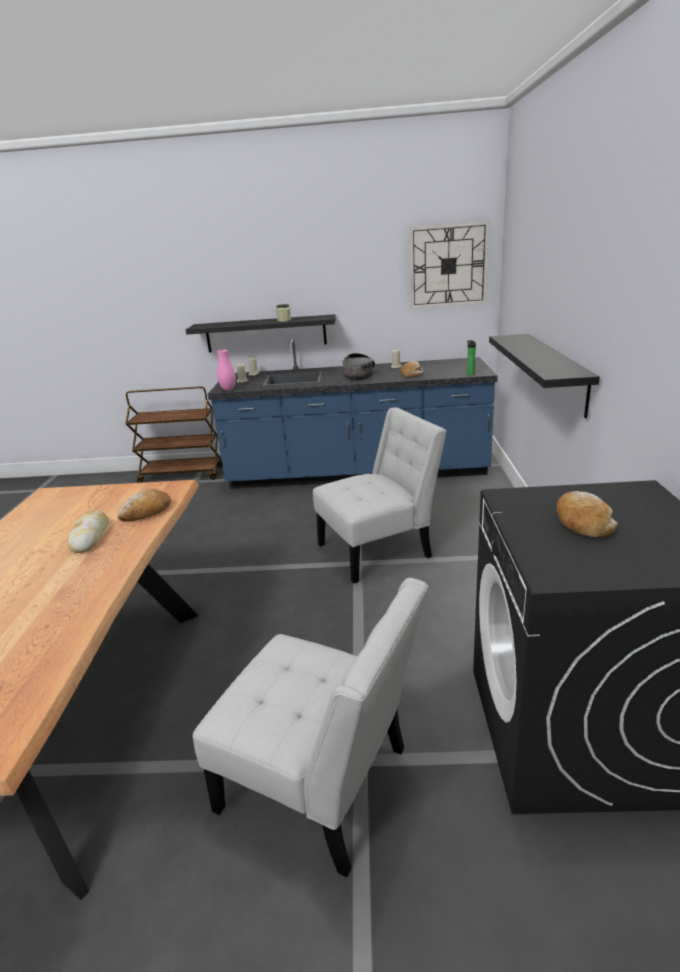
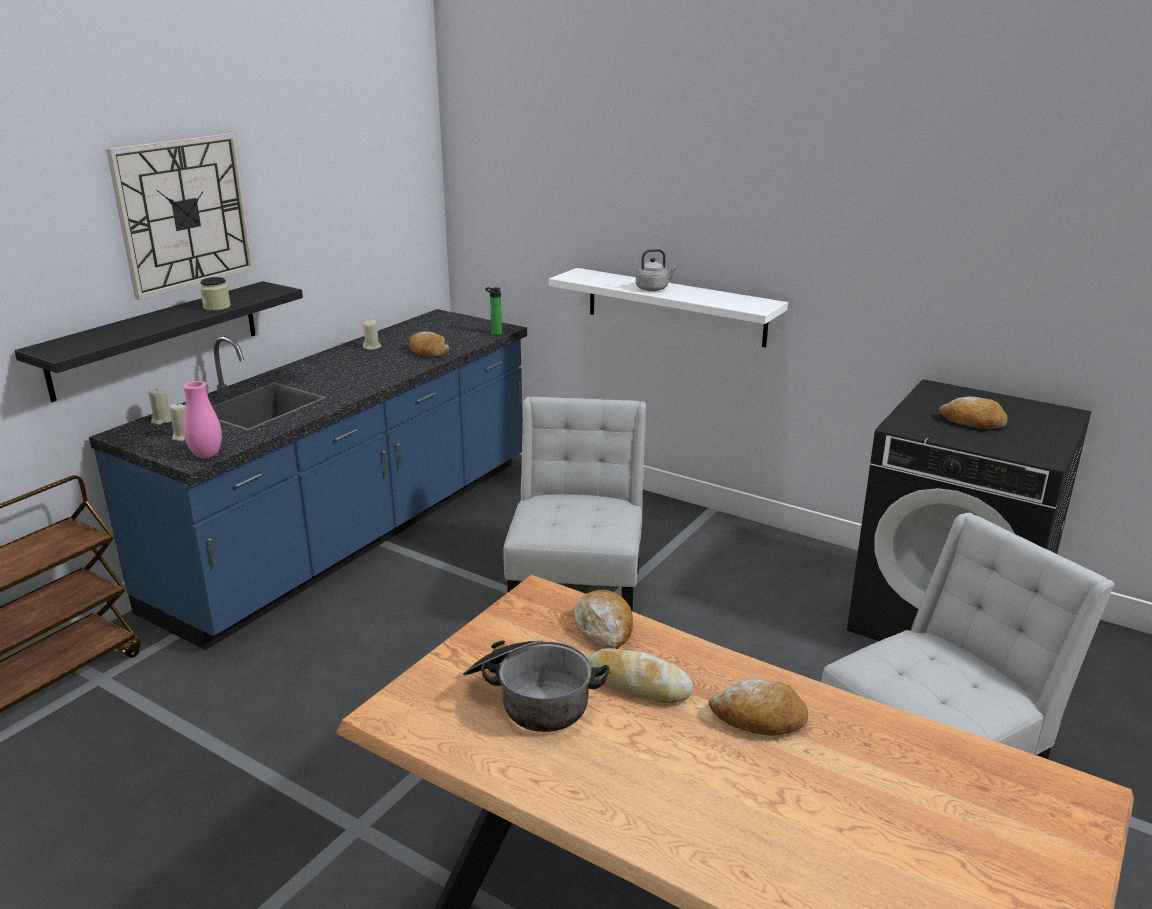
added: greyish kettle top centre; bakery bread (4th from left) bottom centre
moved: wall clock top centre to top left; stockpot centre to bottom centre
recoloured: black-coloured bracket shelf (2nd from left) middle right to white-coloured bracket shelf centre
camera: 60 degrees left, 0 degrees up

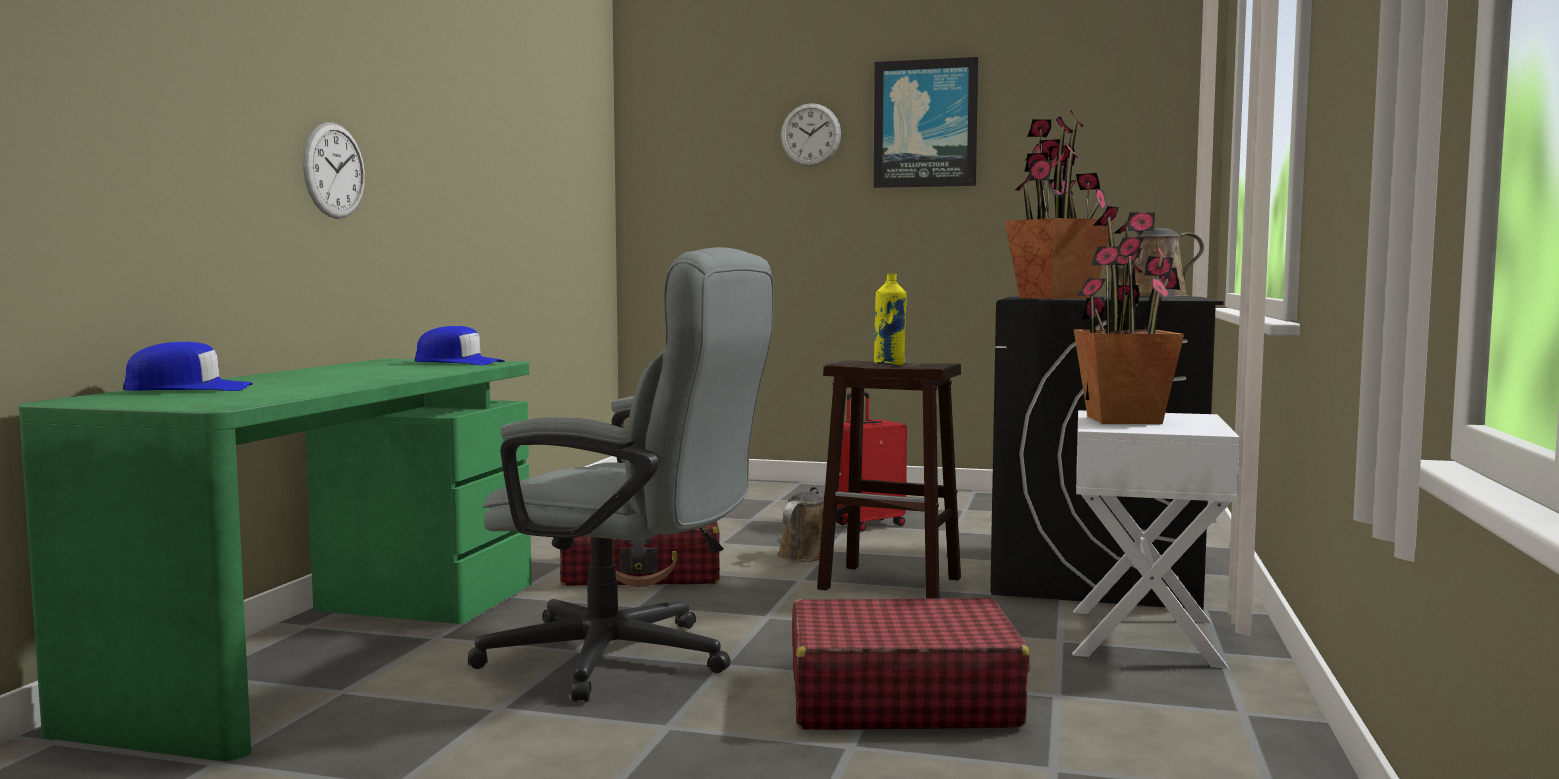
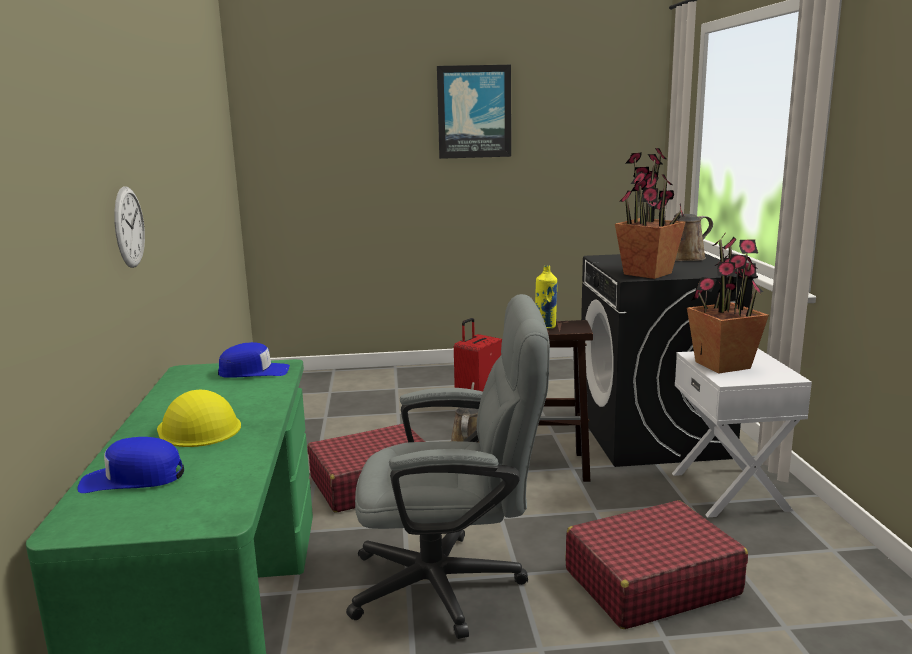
removed: wall clock (2nd from left) top centre
added: yellow safety helmet middle left
turned: blue-coloured cap (1st from left) middle left = bottom left 150 degrees counterclockwise
camera: 20 degrees left, 10 degrees up

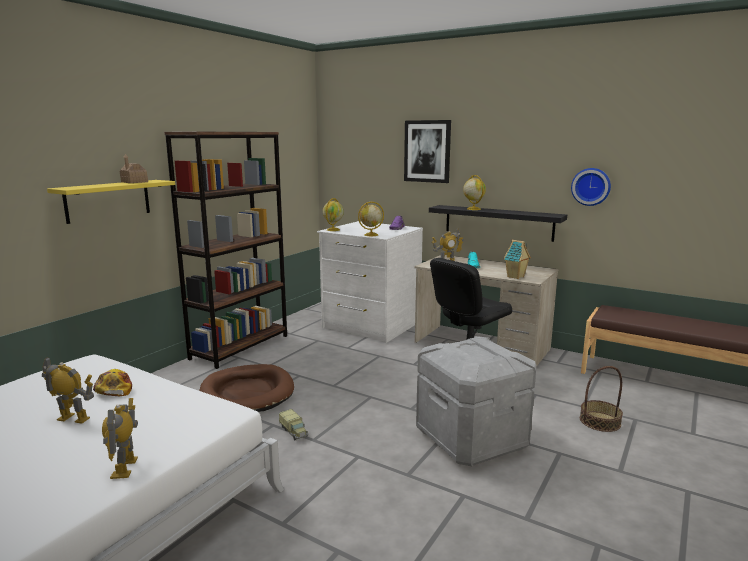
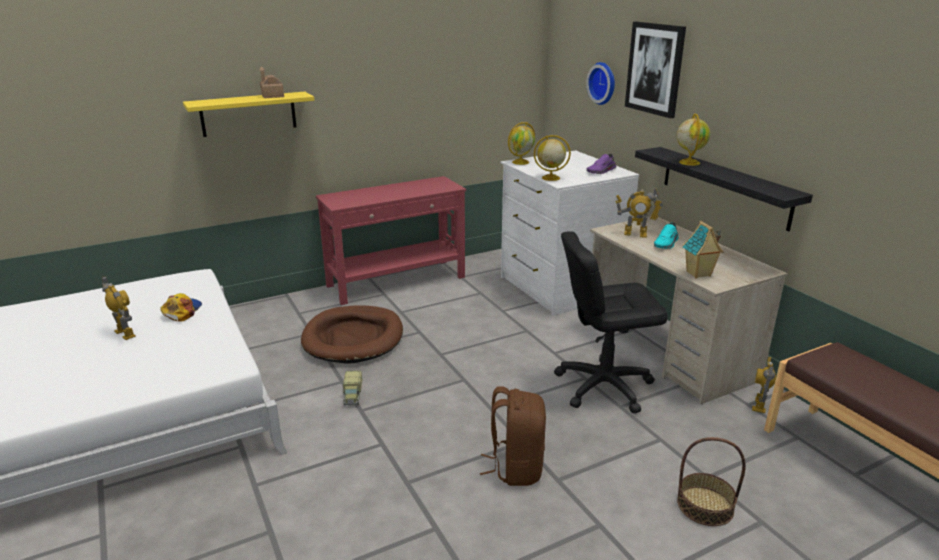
moved: wall clock middle right to top centre; model robot (2nd from left in the first image) bottom left to model robot (3rd from left) bottom right
replaced: brown-coloured shelving unit middle left to reddish narrow table centre; greyish storage box bottom centre to brown-coloured backpack bottom centre
camera: 30 degrees right, 10 degrees up

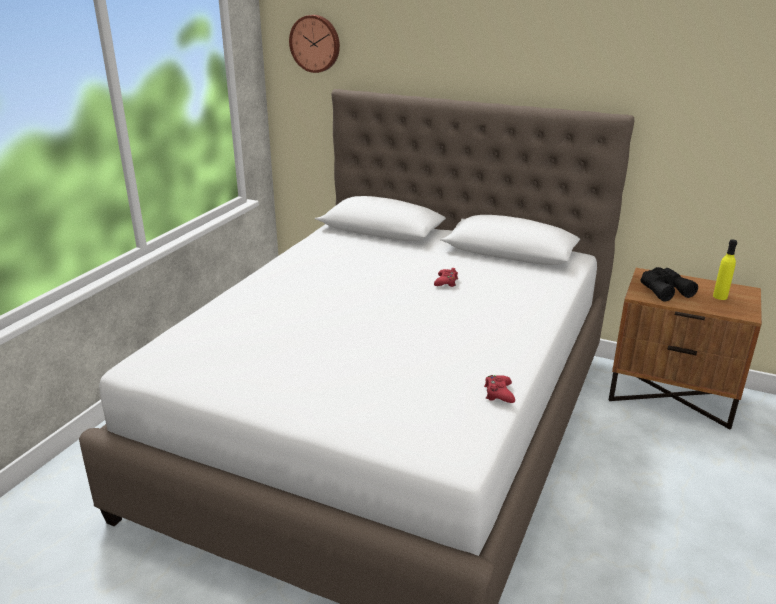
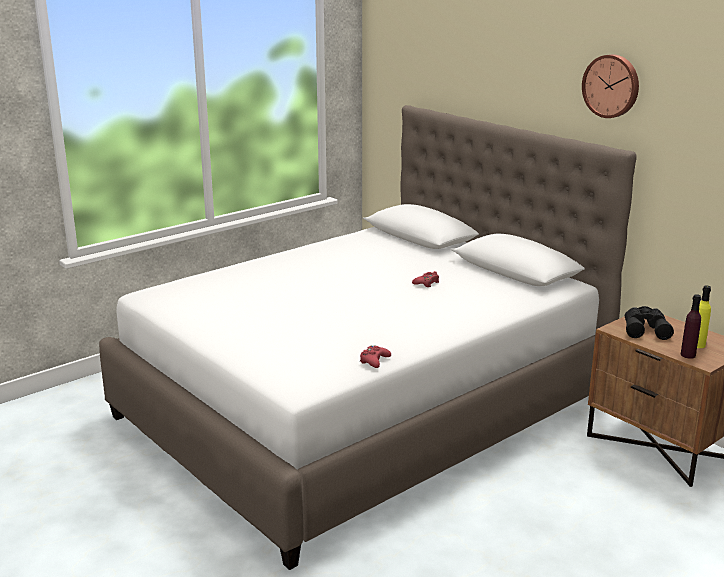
added: purple drink bottle middle right
moved: wall clock top centre to top right
camera: 25 degrees right, 5 degrees down

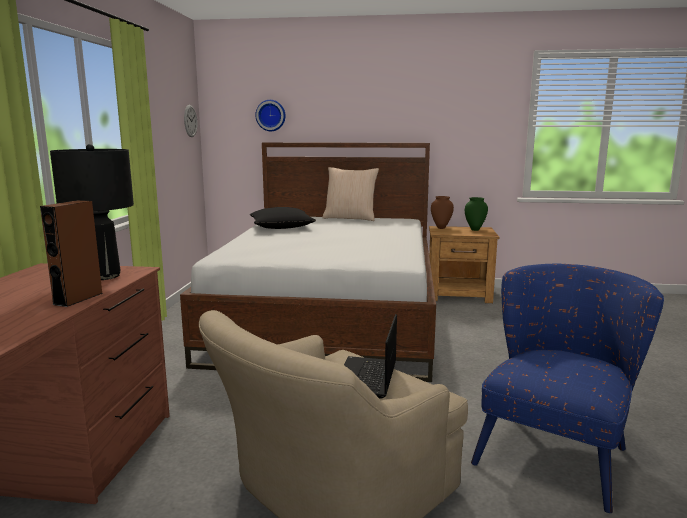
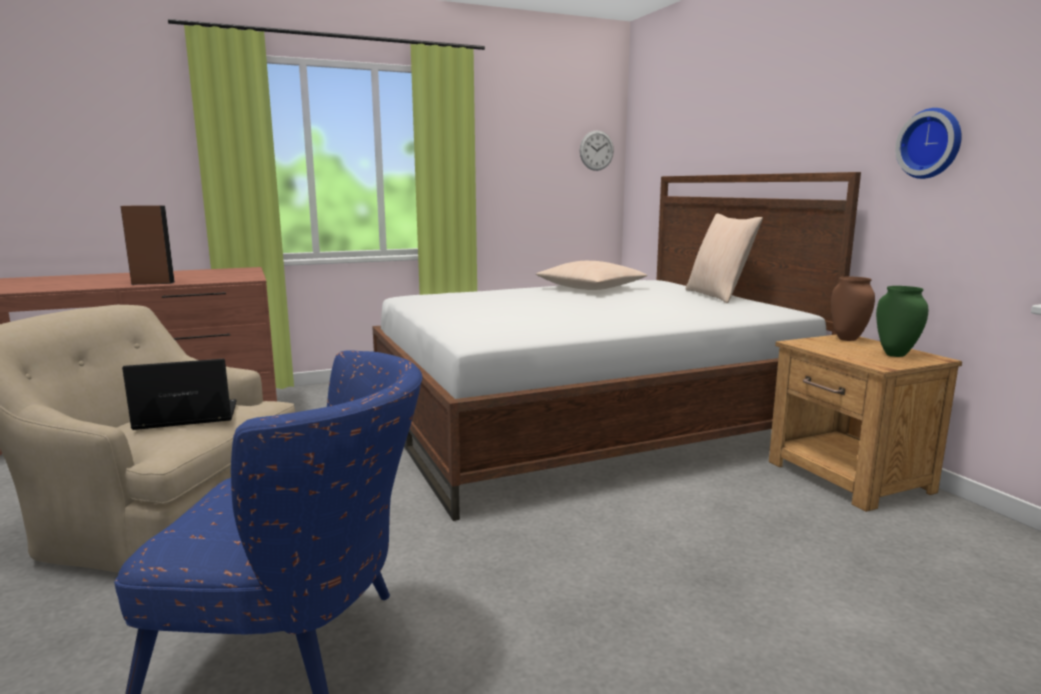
removed: black-coloured tabletop lamp middle left
moved: wall clock (2nd from left) top centre to top right
recoloured: black-coloured throw pillow centre to beige throw pillow (1st from left) centre
camera: 60 degrees right, 0 degrees up

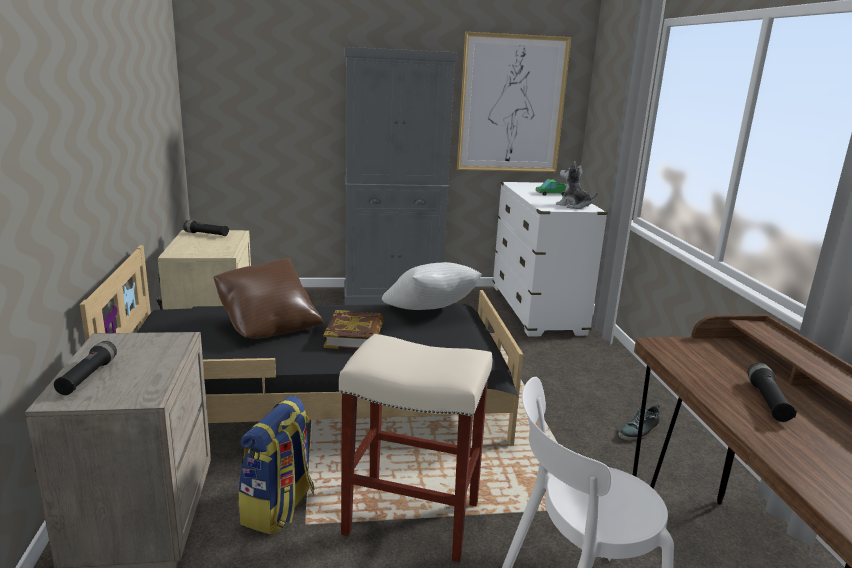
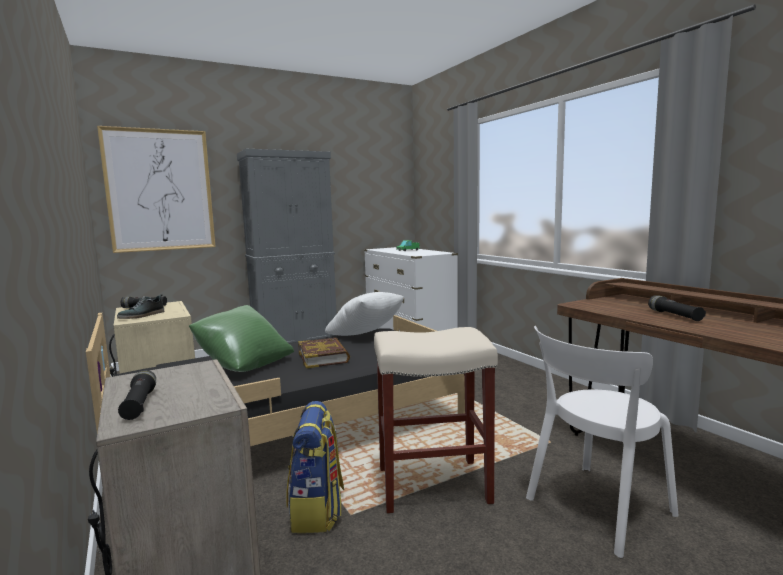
removed: plush toy top right
moved: wall picture top centre to top left; shoe bottom right to middle left
recoloured: brown-coloured throw pillow middle left to greenish throw pillow middle left
camera: 20 degrees left, 10 degrees down

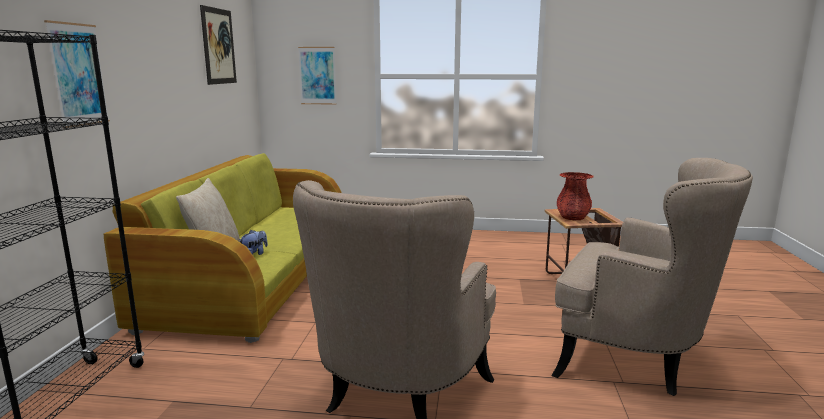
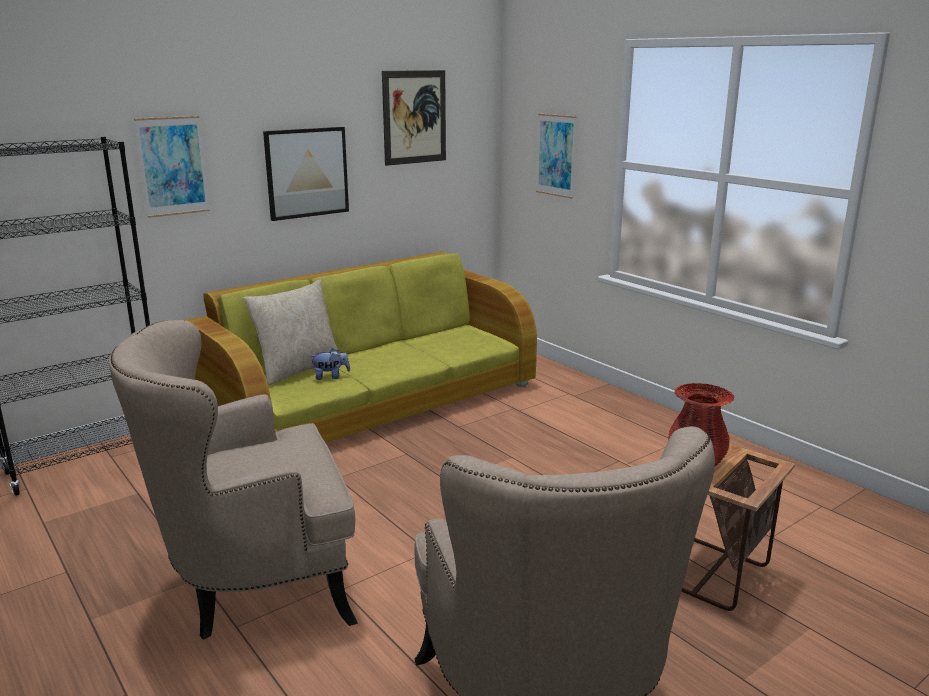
added: wall picture (2nd from left) top left
camera: 45 degrees right, 5 degrees up

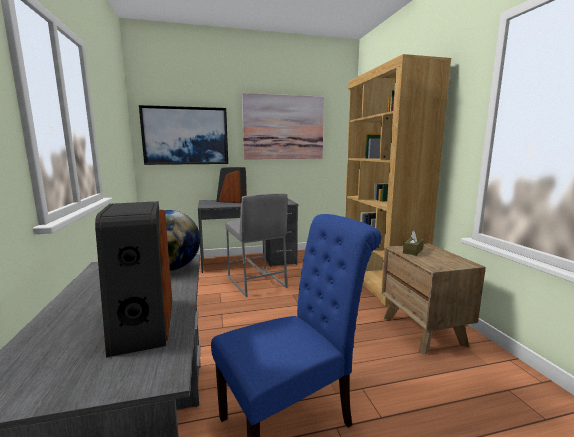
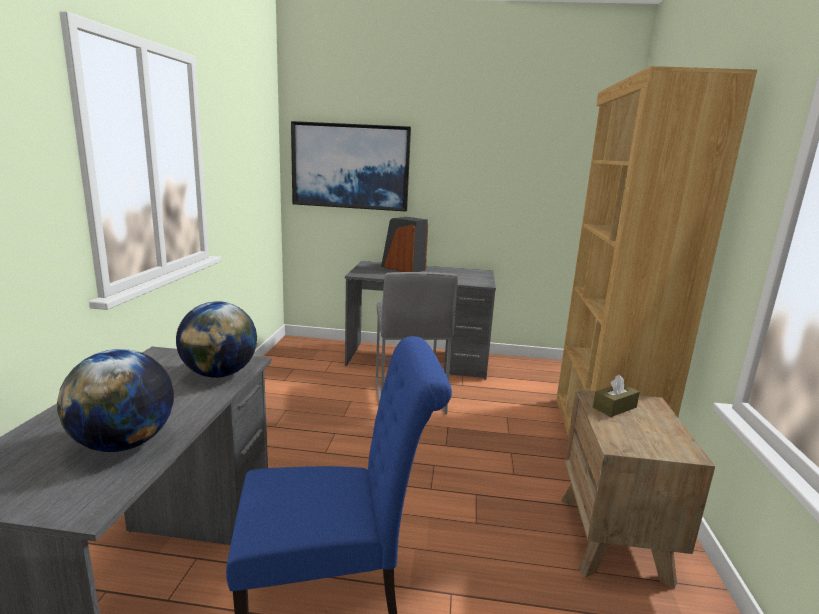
removed: wall picture (2nd from left) top centre
replaced: audio speaker (1st from left) middle left to globe (1st from left) middle left
camera: 20 degrees right, 5 degrees up

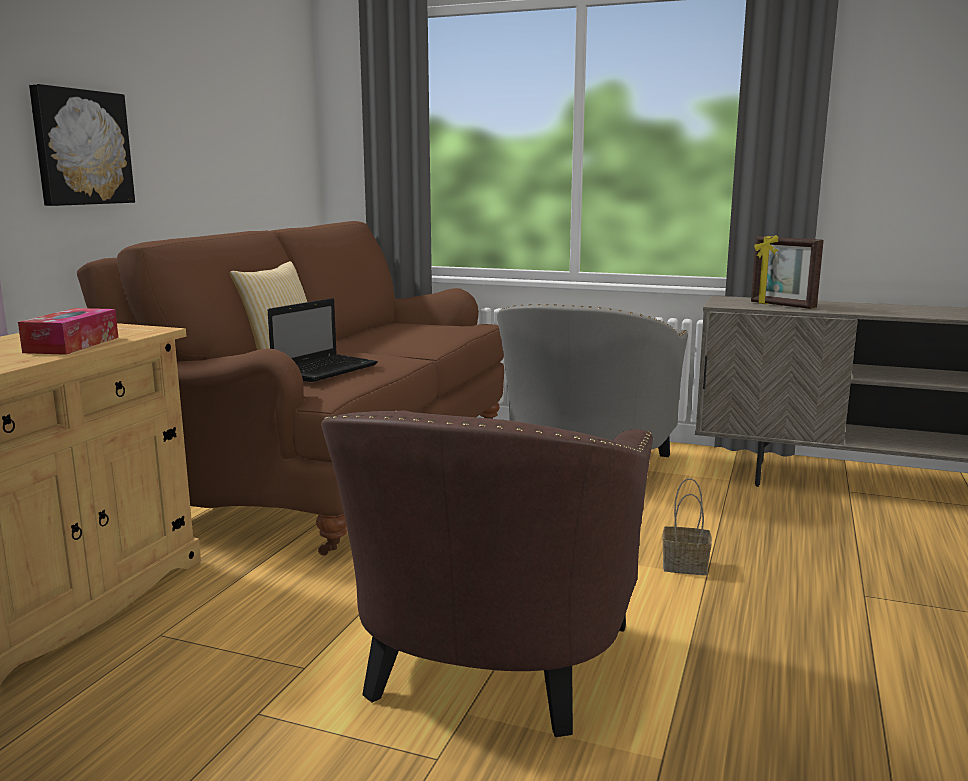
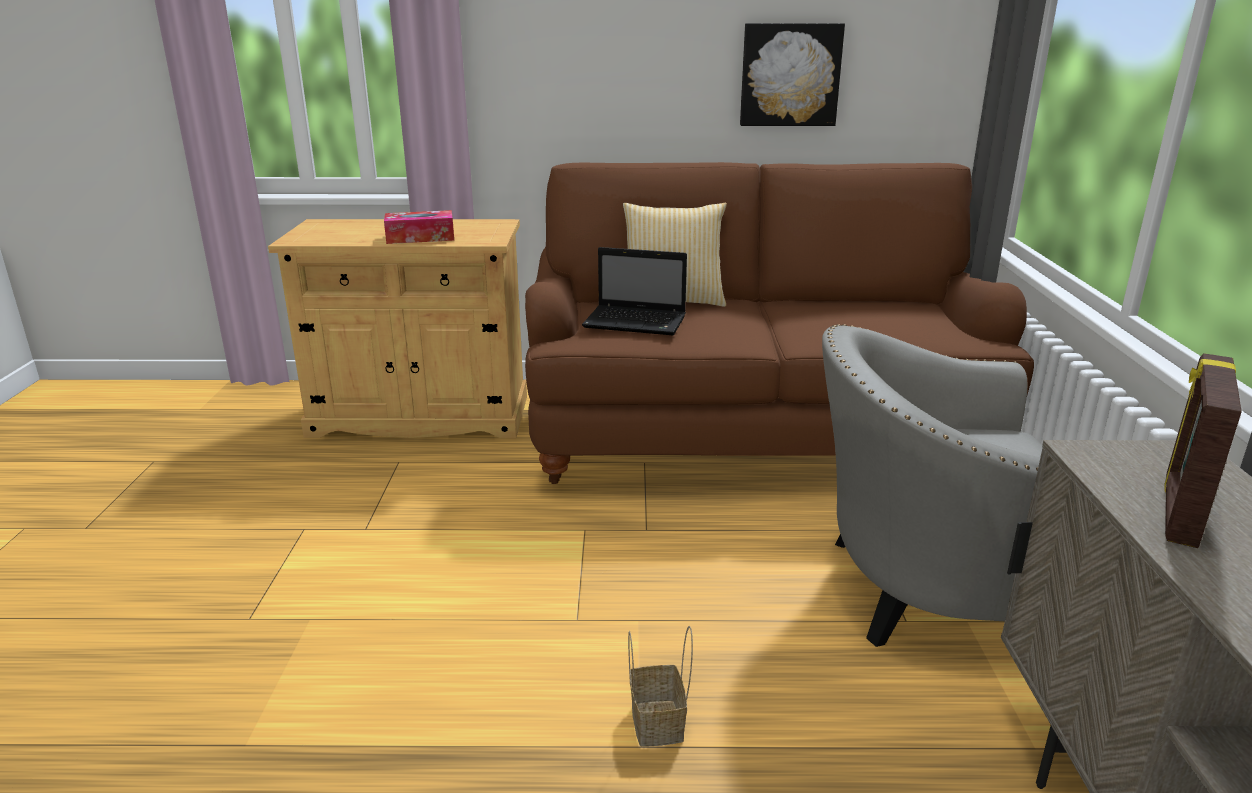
removed: brown-coloured lounge chair bottom centre
moved: wall picture top left to top centre
camera: 70 degrees right, 10 degrees up

